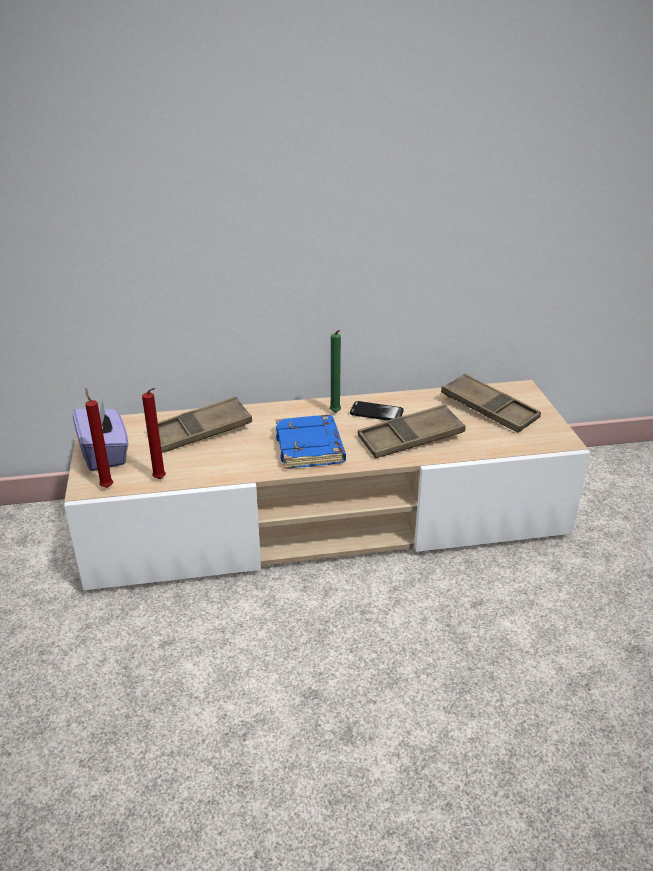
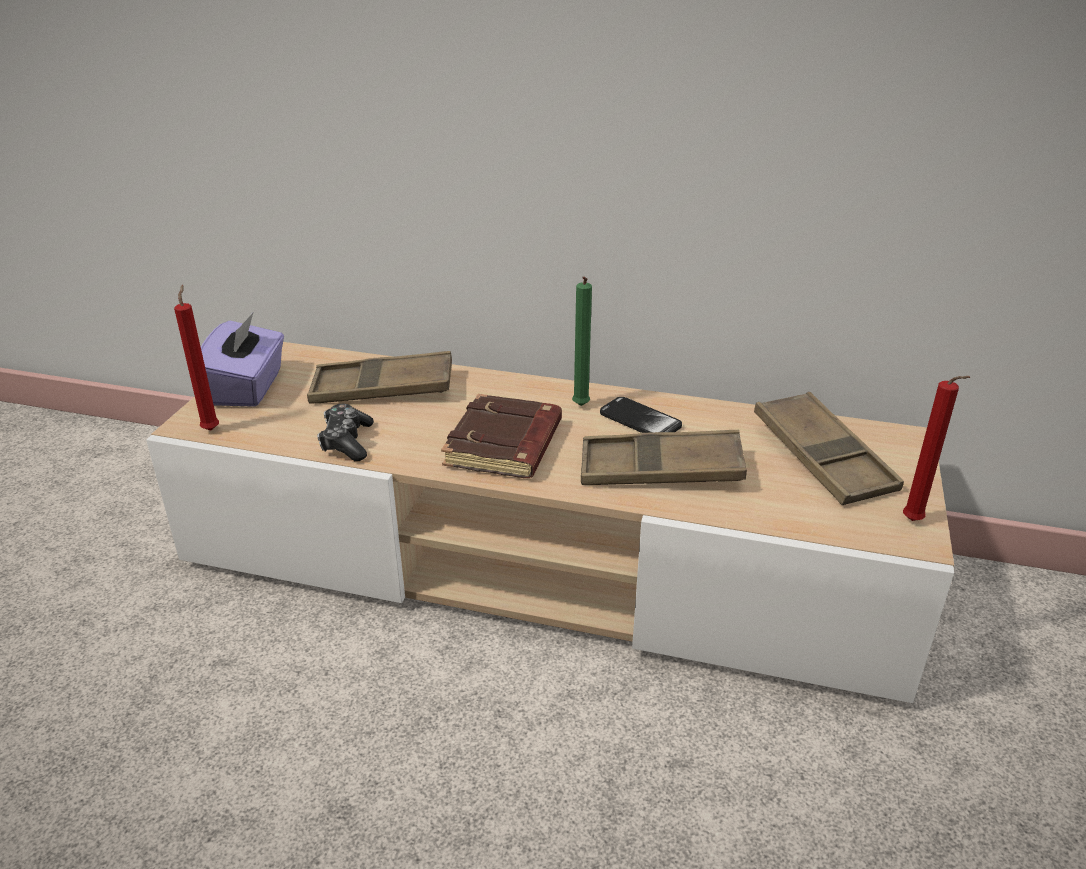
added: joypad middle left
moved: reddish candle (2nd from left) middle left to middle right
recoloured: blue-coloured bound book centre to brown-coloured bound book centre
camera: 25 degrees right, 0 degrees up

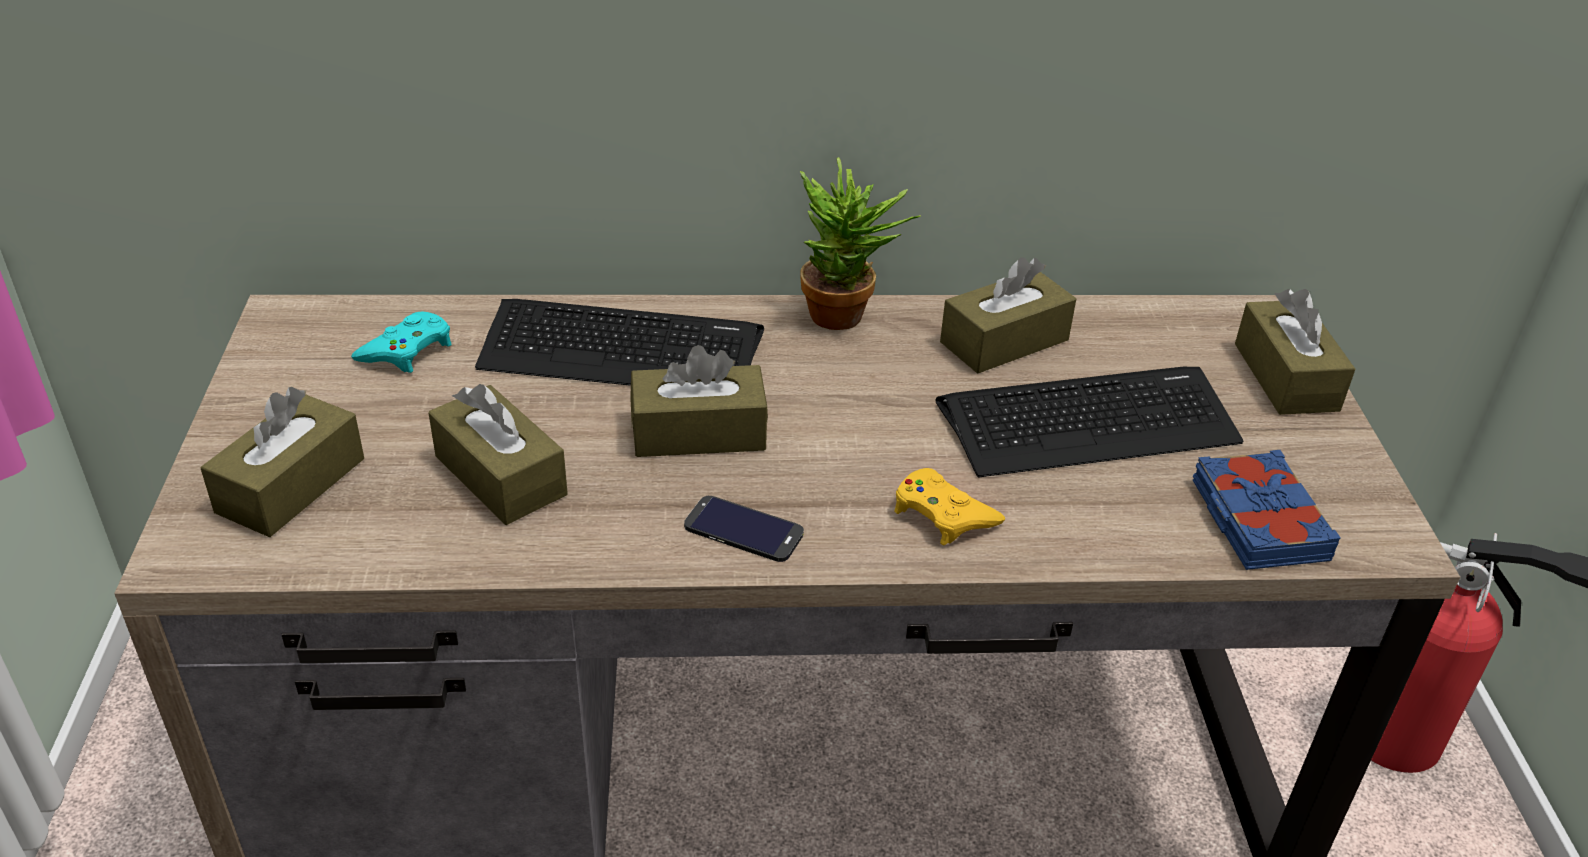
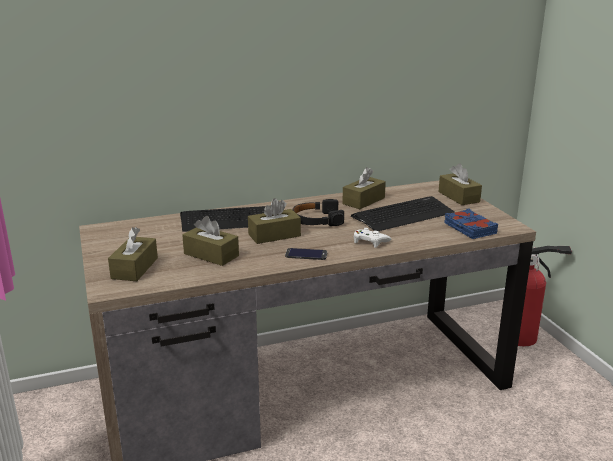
removed: blue-green joypad middle left; houseplant top centre
added: black-coloured pair of headphones centre
recoloured: yellow joypad centre to white-coloured joypad centre
camera: 15 degrees left, 15 degrees down

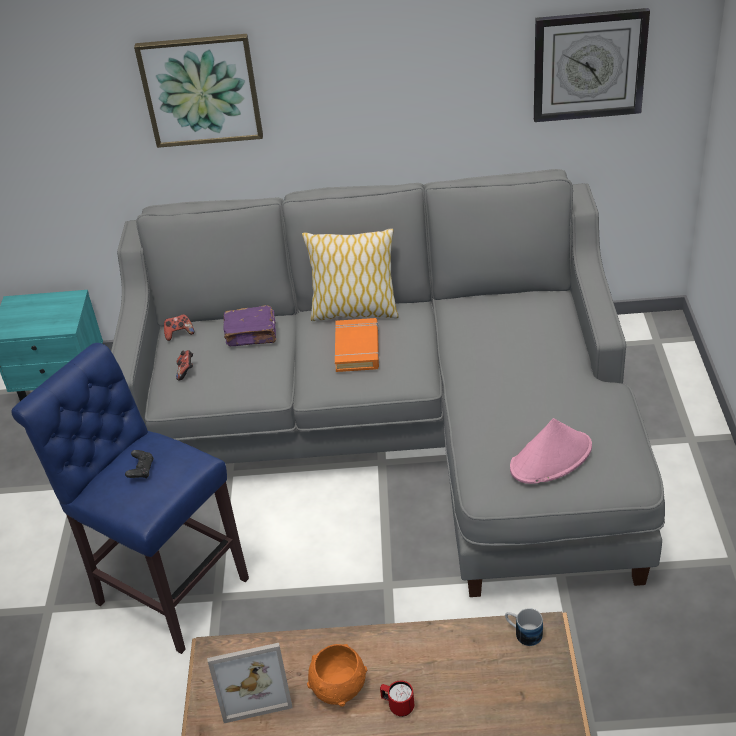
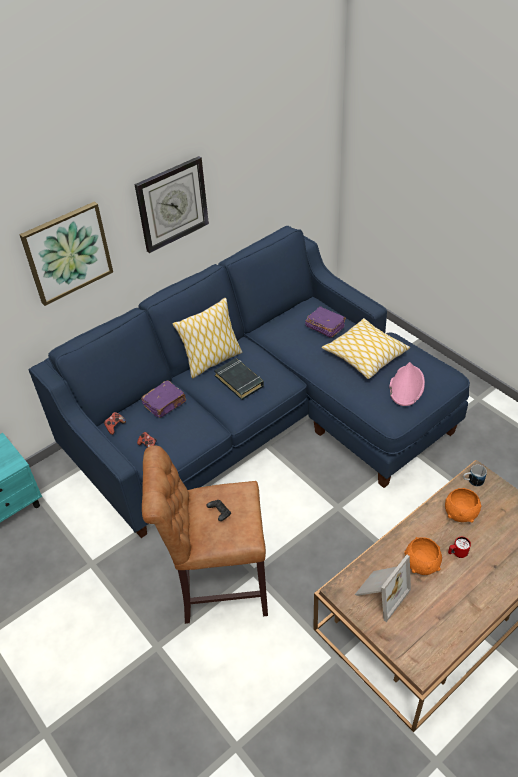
added: purple bound book (2nd from left) centre; throw pillow (2nd from left) middle right; orangey serving bowl (2nd from left) middle right
moved: wall clock top right to top left
recoloured: greyish couch centre to blue-coloured couch centre; blue-coloured stool seat bottom left to brown-coloured stool seat bottom centre; orangey bound book centre to black-coloured bound book centre
camera: 40 degrees left, 5 degrees up

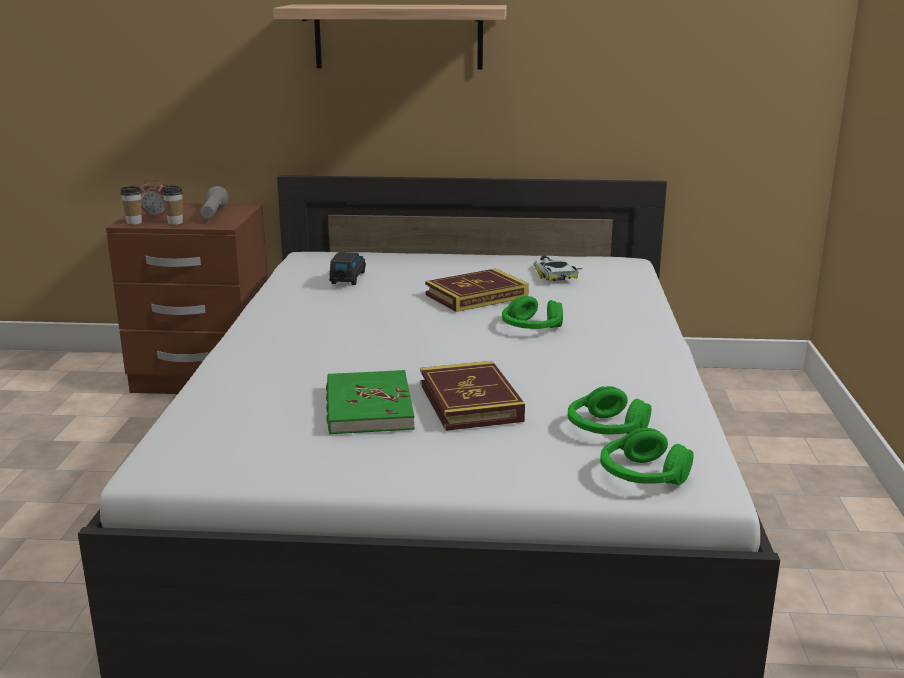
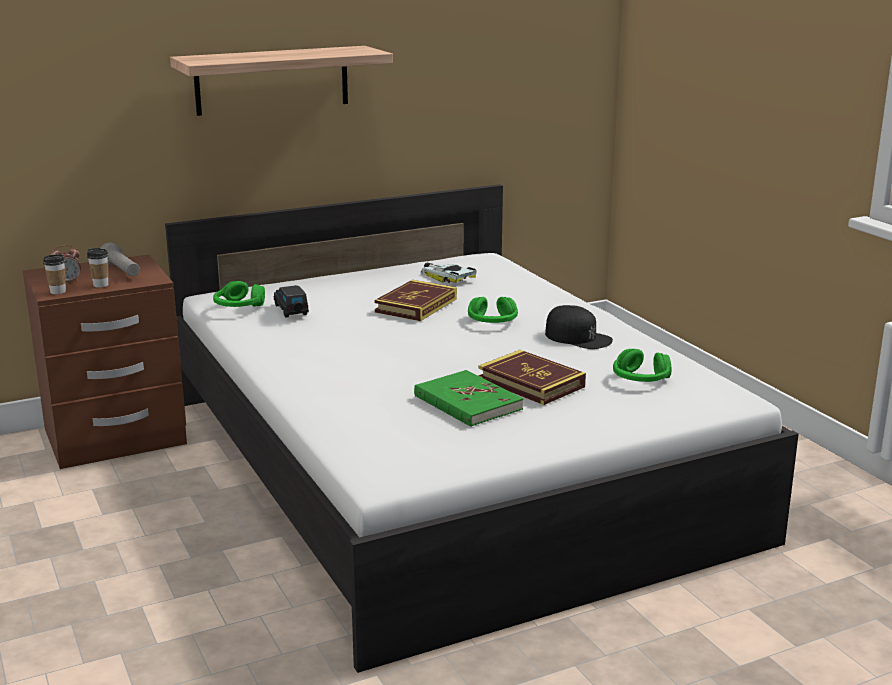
added: black-coloured cap centre
moved: greenish pair of headphones (3rd from left in the first image) bottom right to greenish pair of headphones (1st from left) middle left
camera: 30 degrees left, 0 degrees up

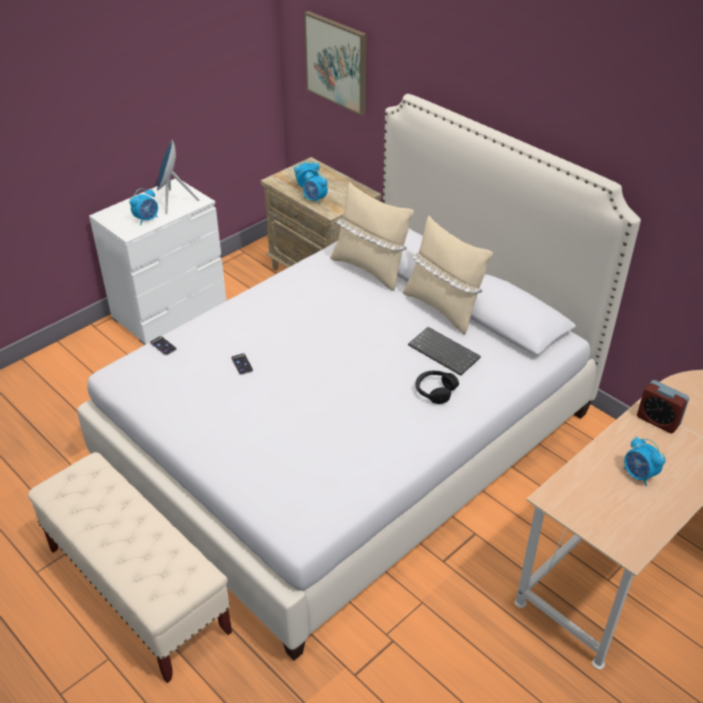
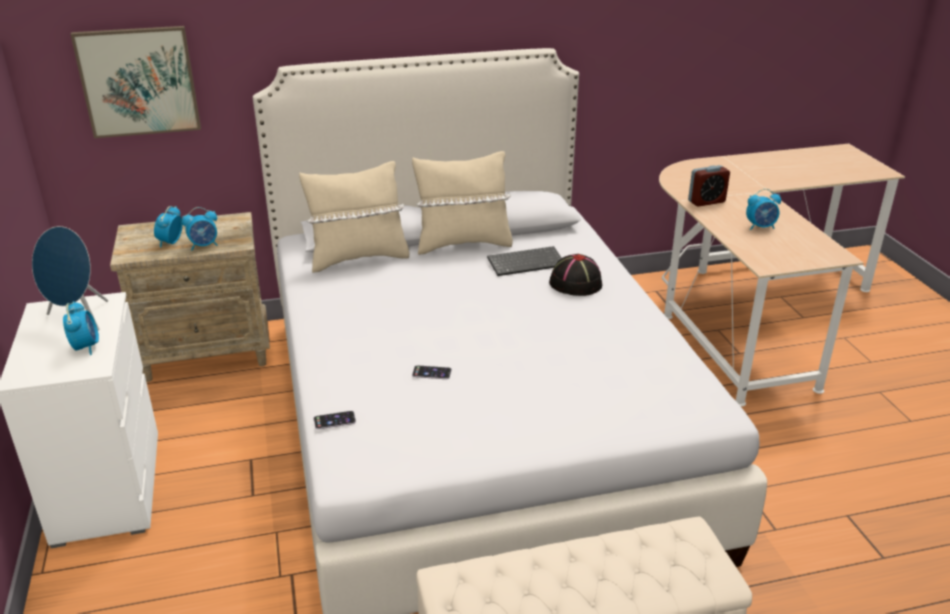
replaced: black-coloured pair of headphones centre to black-coloured wearable hat centre
camera: 60 degrees left, 10 degrees down

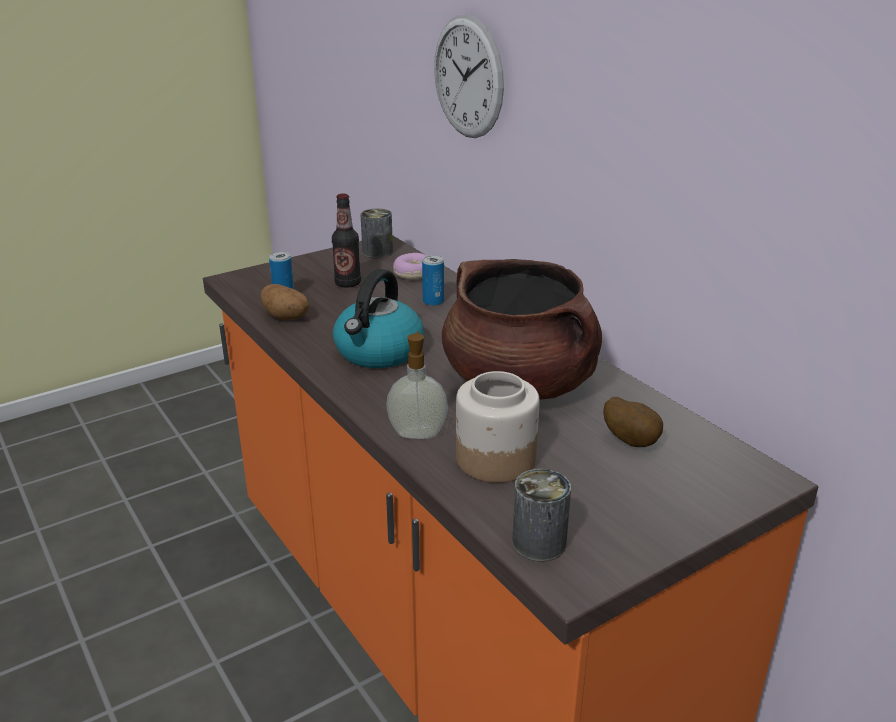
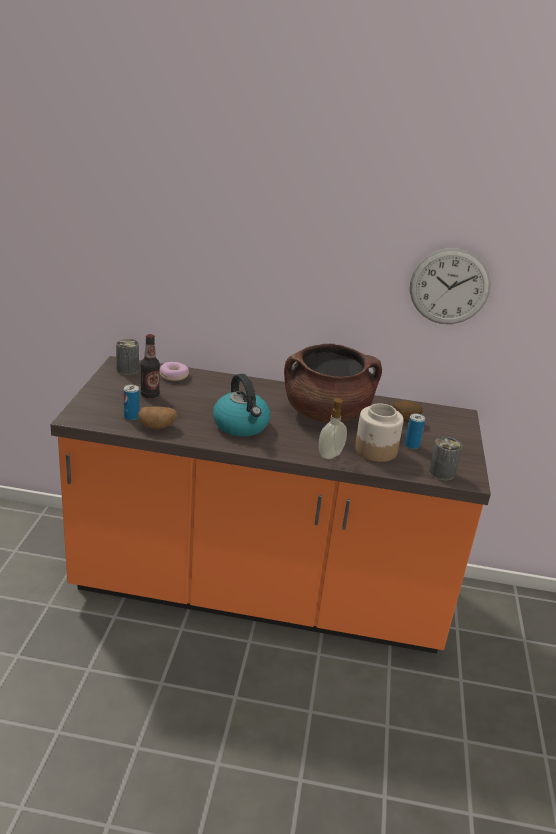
moved: can (3rd from left) centre to middle right; wall clock top centre to middle right
camera: 50 degrees left, 0 degrees up

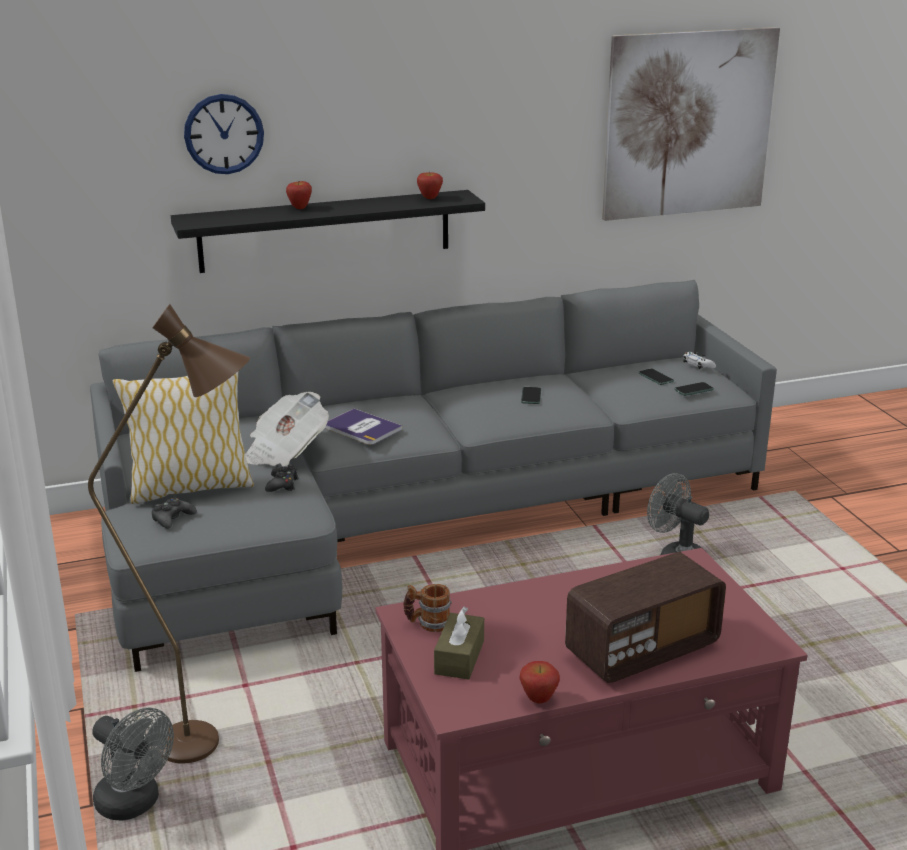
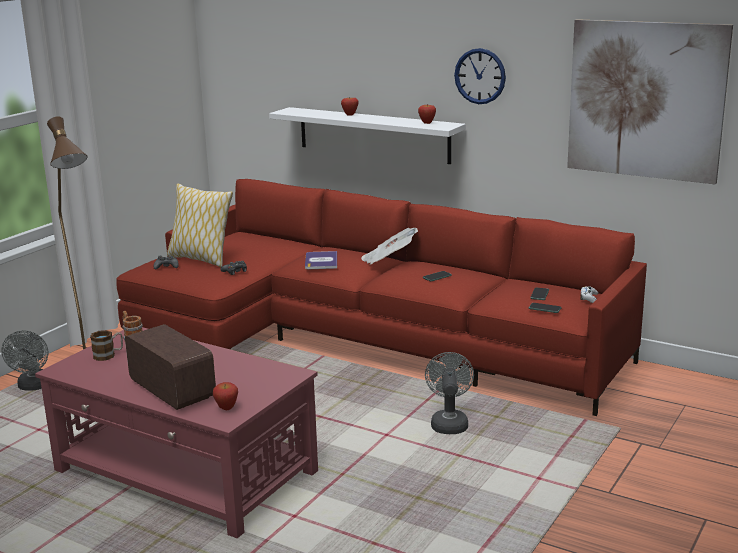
moved: apple fruit (3rd from left in the first image) bottom centre to apple fruit (1st from left) bottom left; daily paper middle left to centre; wall clock top left to top centre
replaced: brown-coloured box of tissues bottom centre to mug (1st from left) middle left
recoloured: greyish couch centre to reddish couch centre; black-coloured bracket shelf top centre to white-coloured bracket shelf top centre
turned: radio bottom right = middle left 150 degrees counterclockwise
camera: 50 degrees right, 5 degrees down

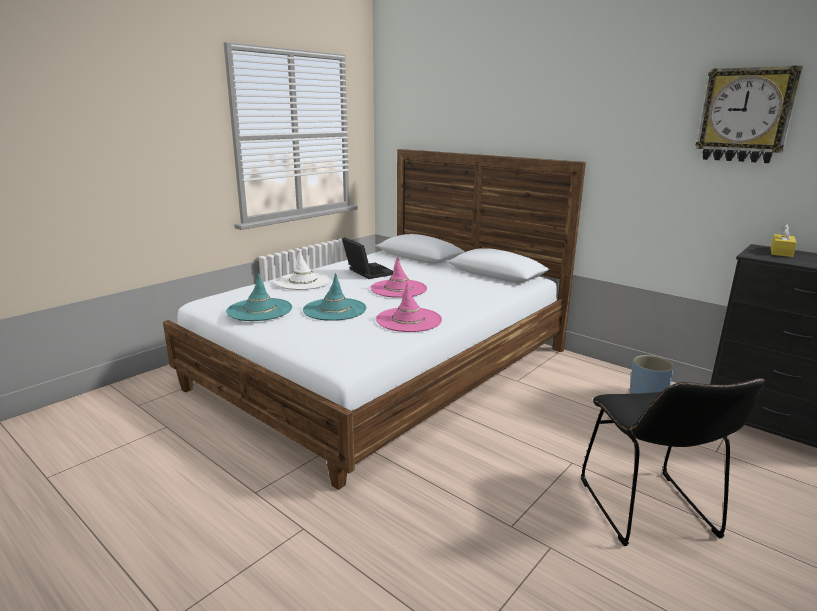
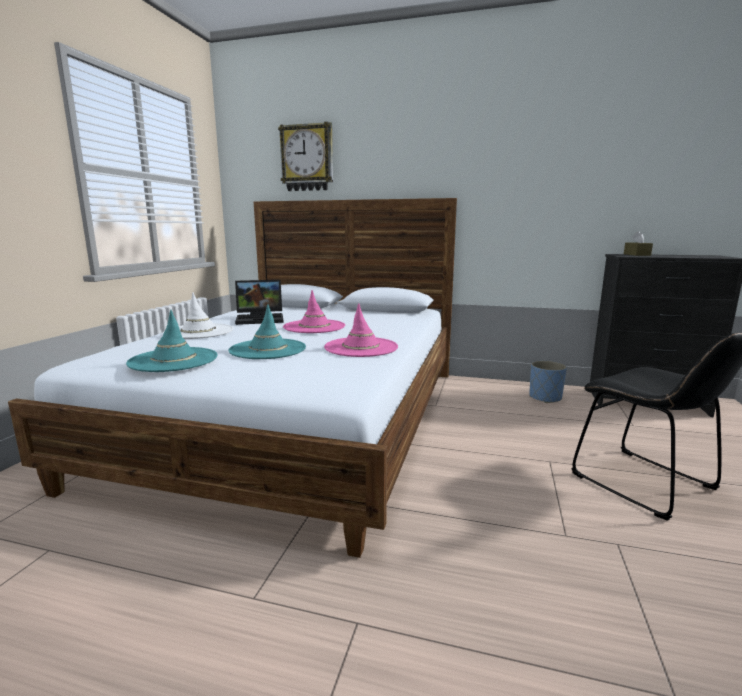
moved: wall clock top right to top centre
recoloured: yellow box of tissues middle right to brown-coloured box of tissues middle right
turned: portable computer centre = centre 135 degrees clockwise
camera: 25 degrees left, 5 degrees down

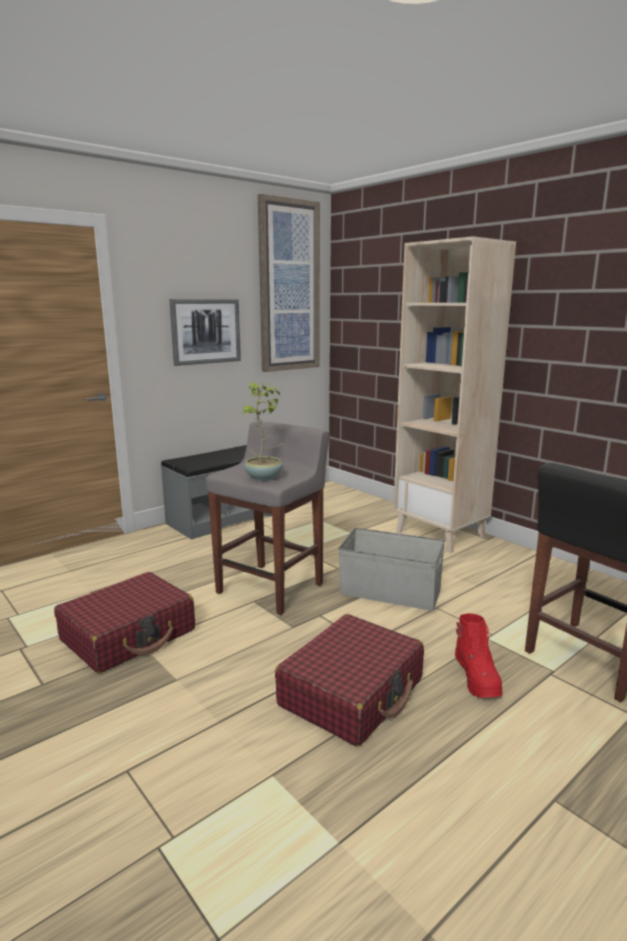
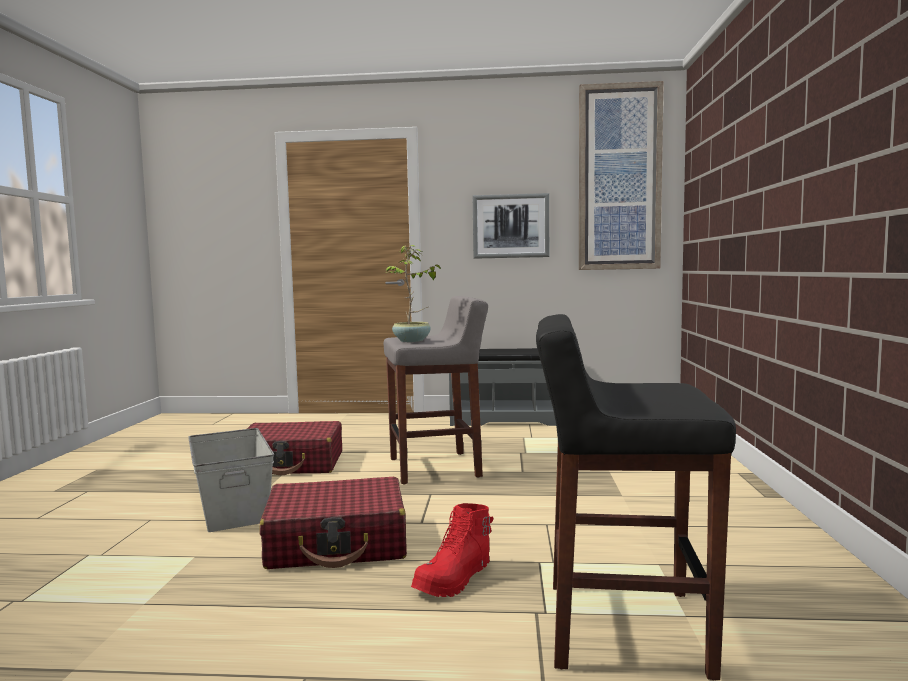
removed: beige shelving unit middle right
moved: greyish storage box centre to bottom left
camera: 45 degrees right, 10 degrees down

